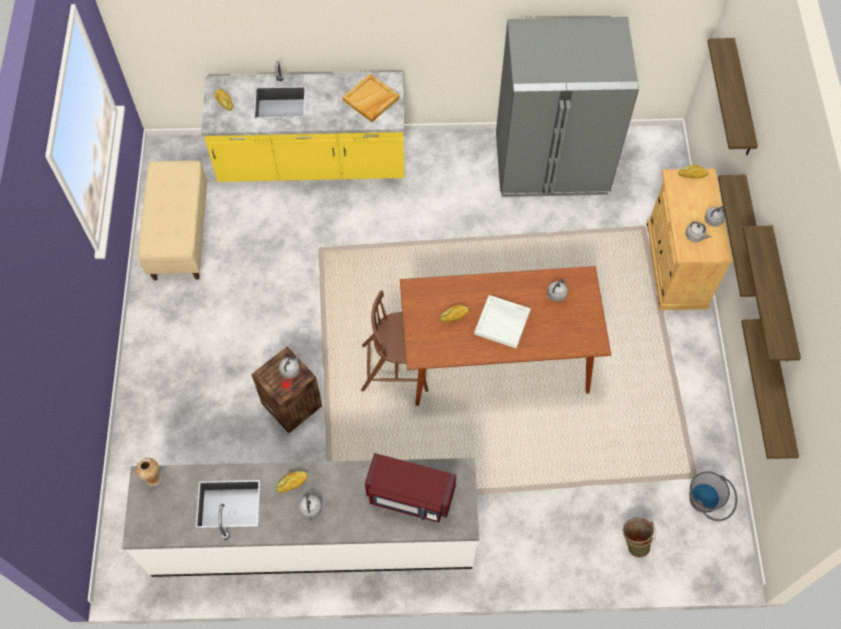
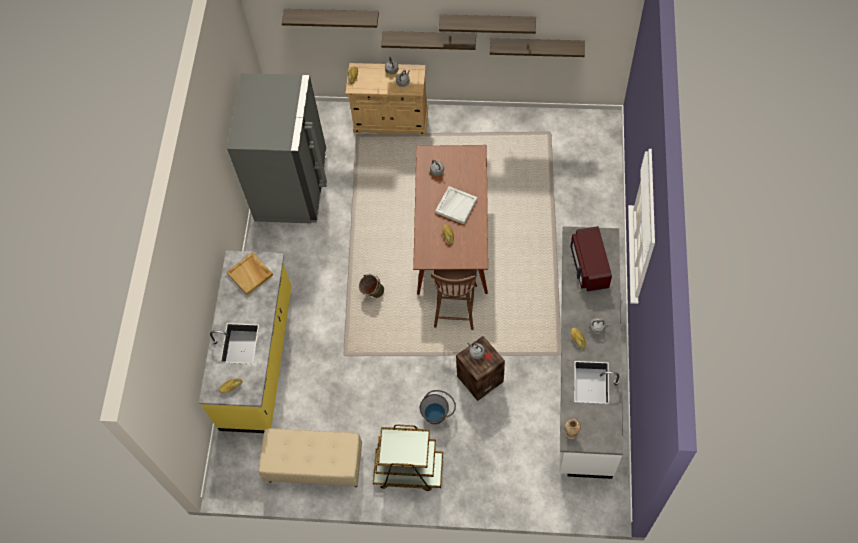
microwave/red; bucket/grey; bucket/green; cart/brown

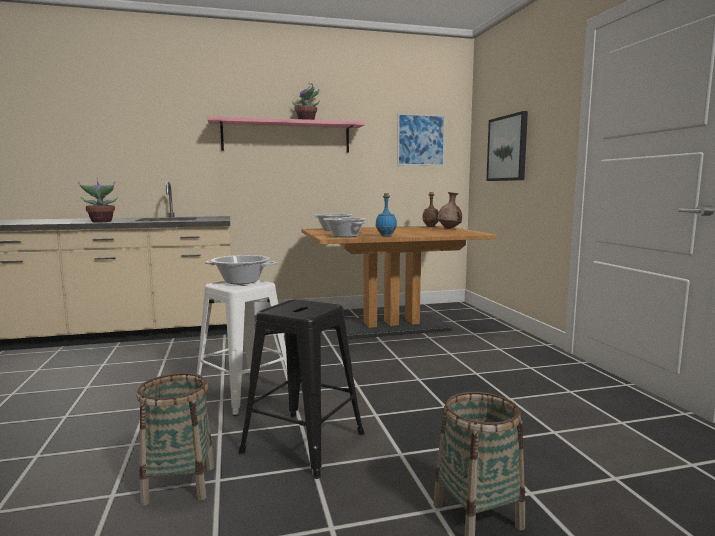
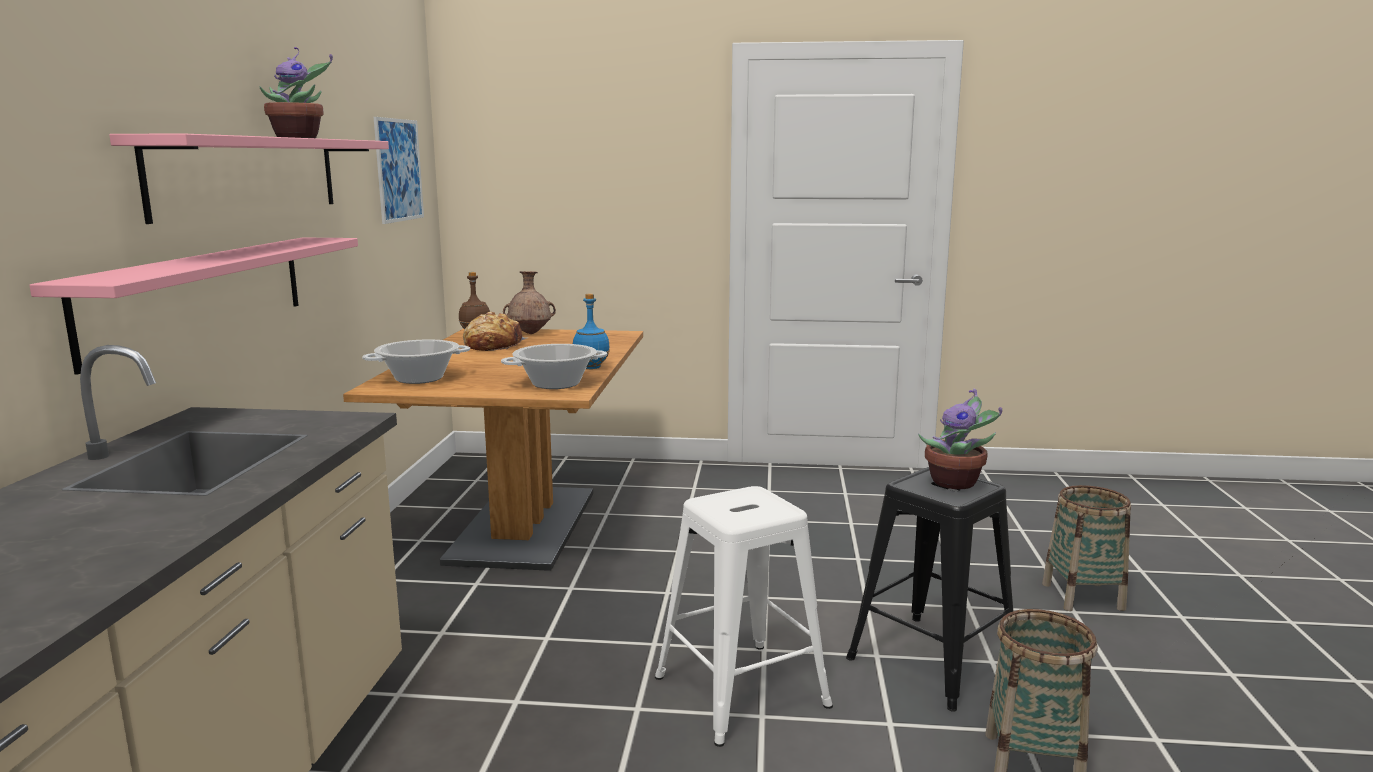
picture (no. 2 from left in the first image); potted plant (no. 2 from left); cooking pot (no. 1 from left in the first image); shelf/pink (no. 1 from left); bread

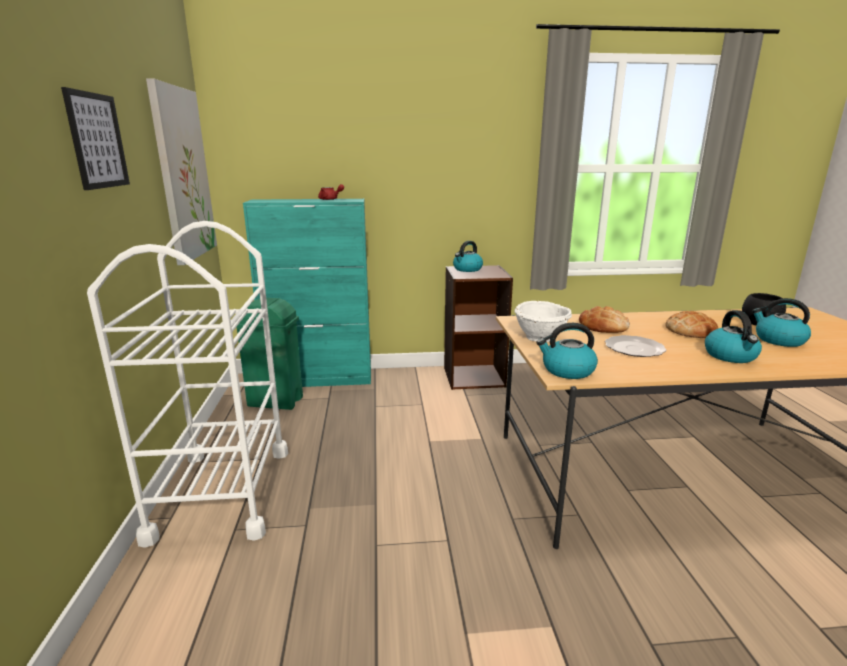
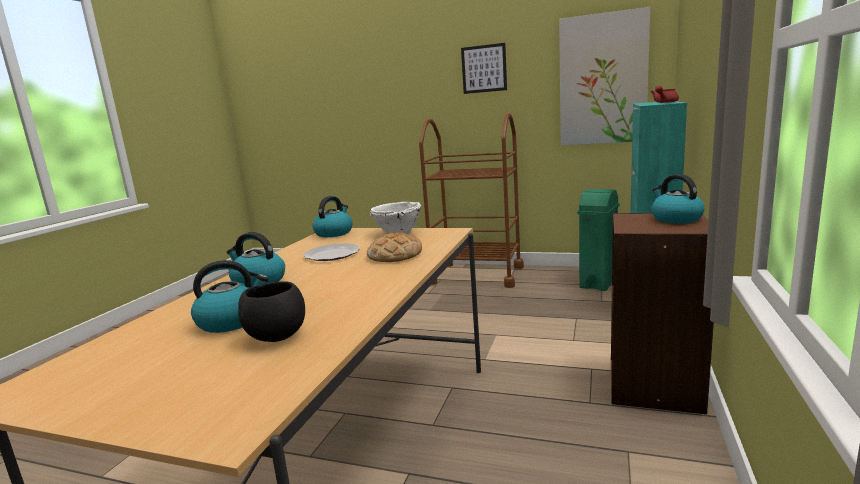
cart/brown; bread (no. 2 from left in the first image)

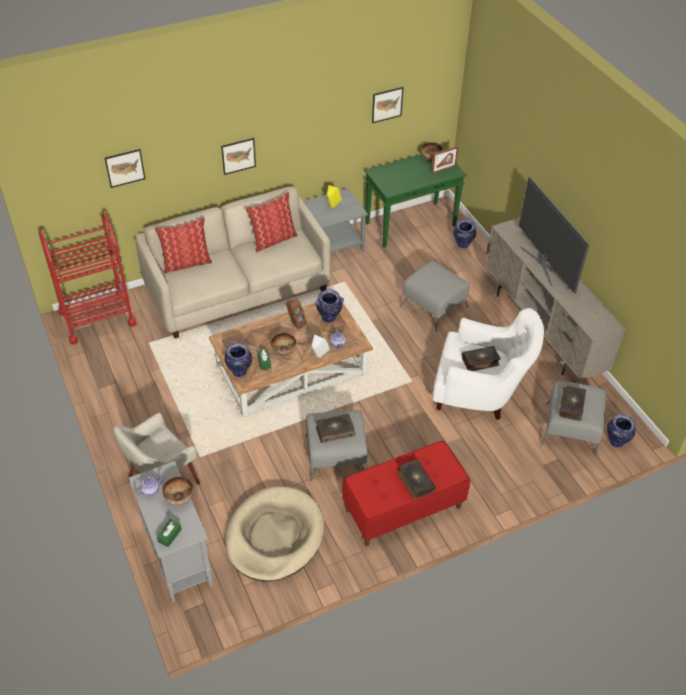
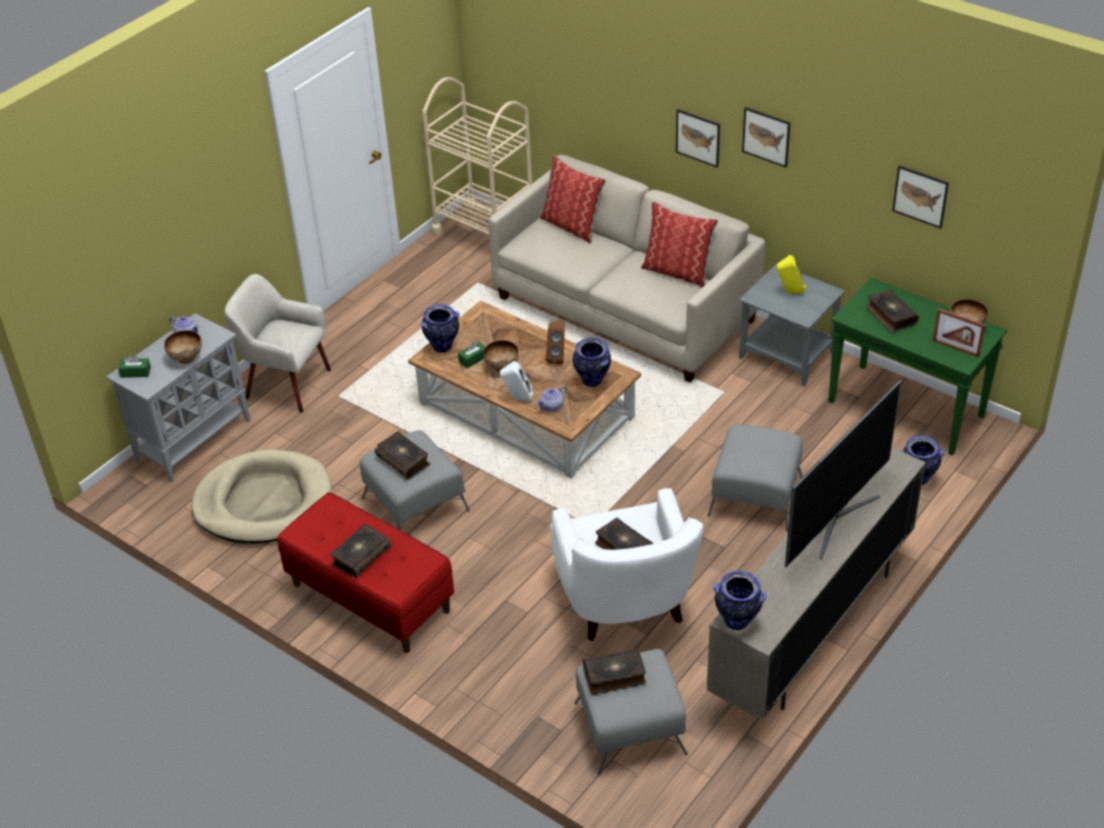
picture (no. 2 from left); cart/beige; vase (no. 3 from left); book (no. 5 from left)

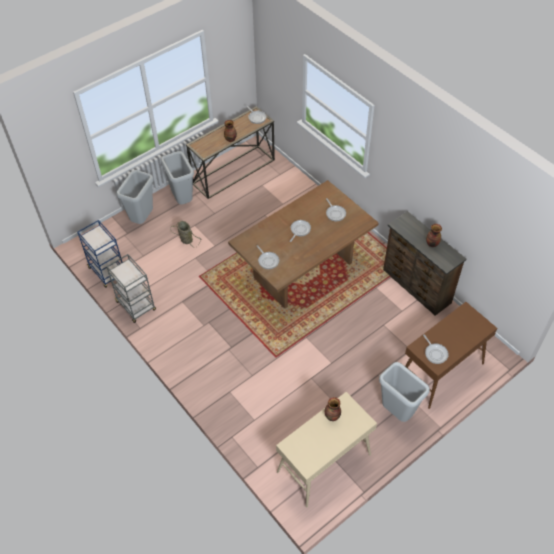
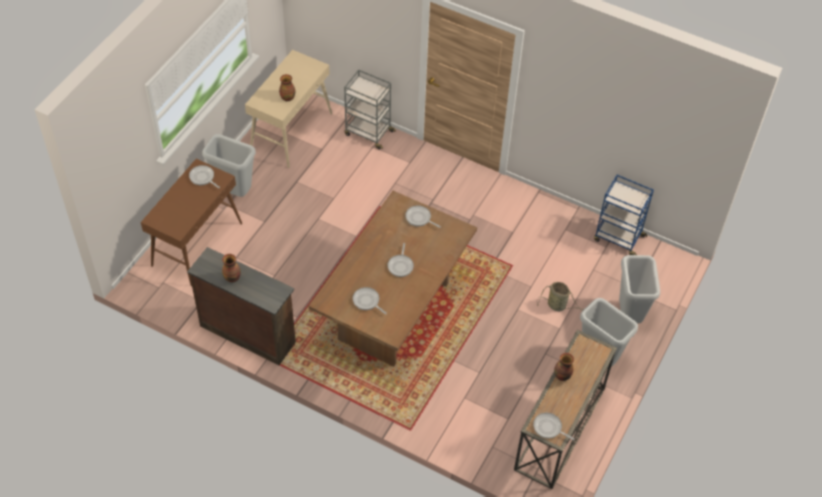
cart/grey

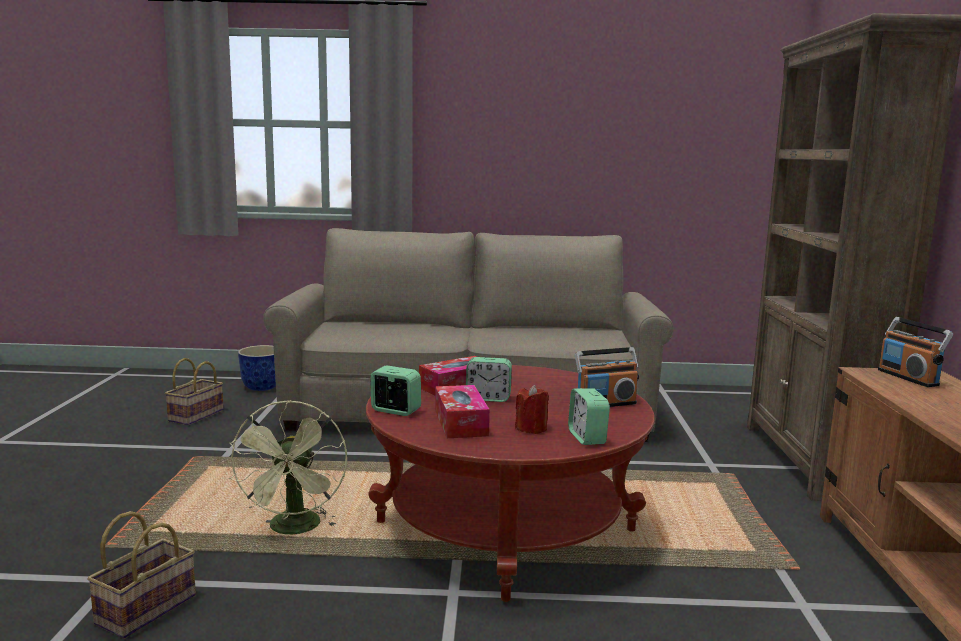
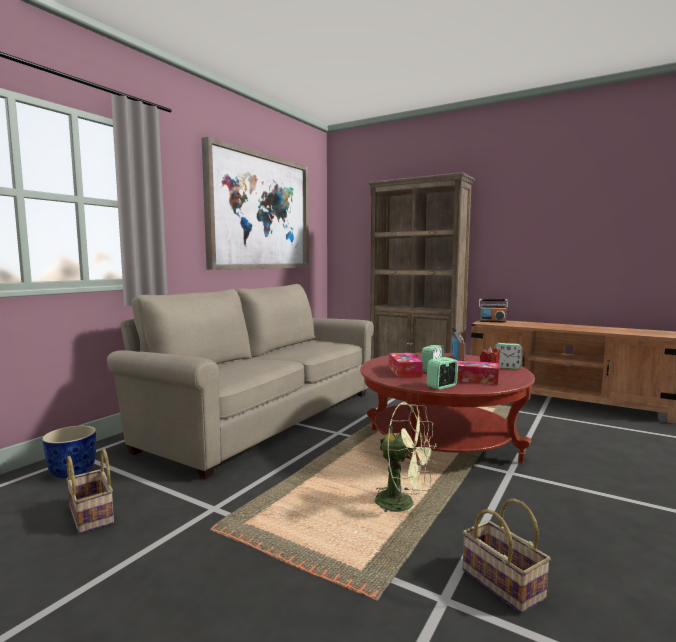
picture

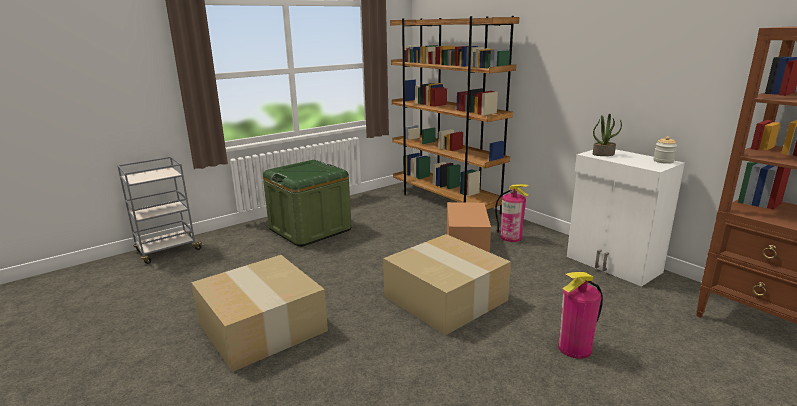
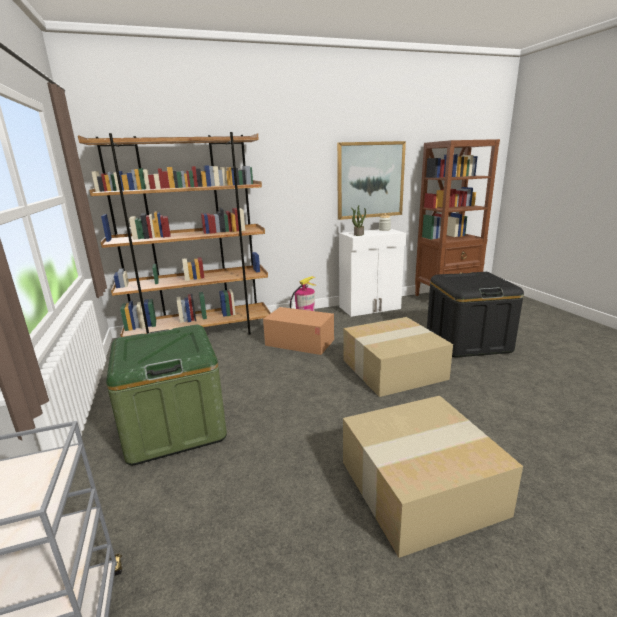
storage box/black; picture

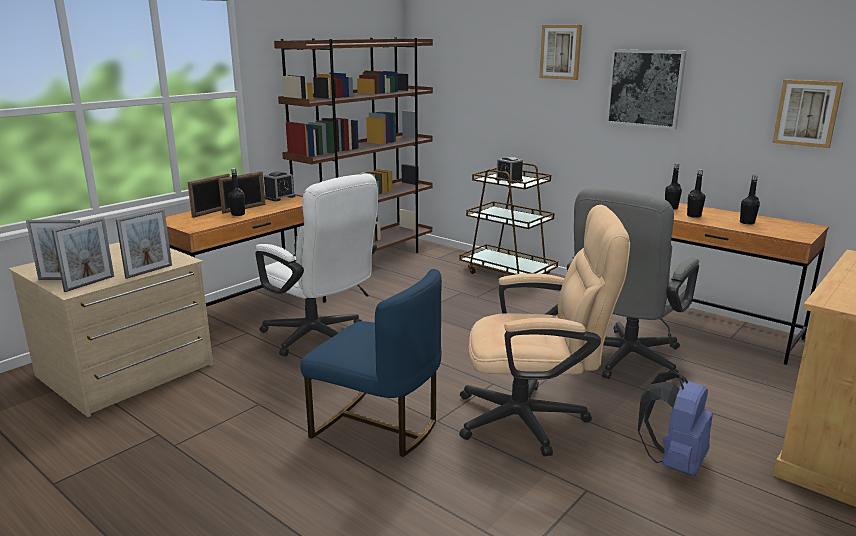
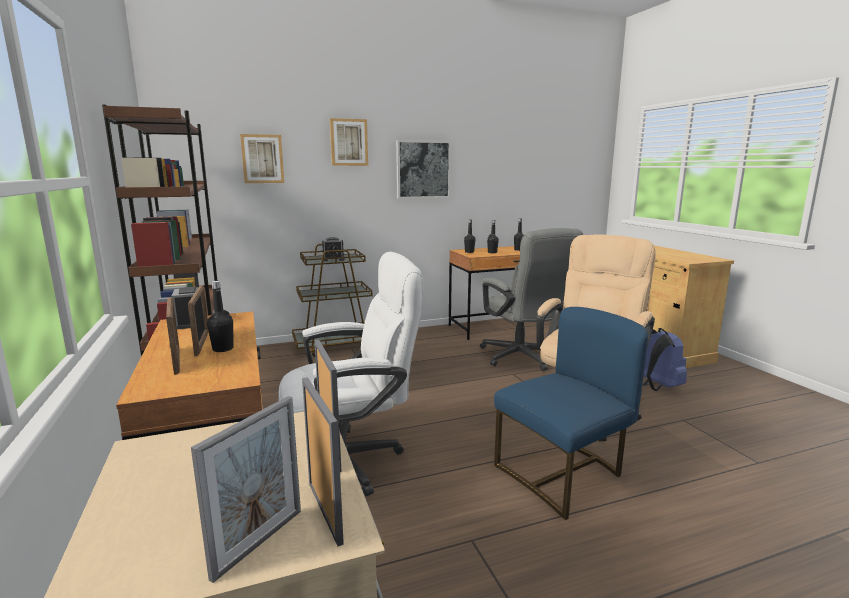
picture (no. 1 from left)

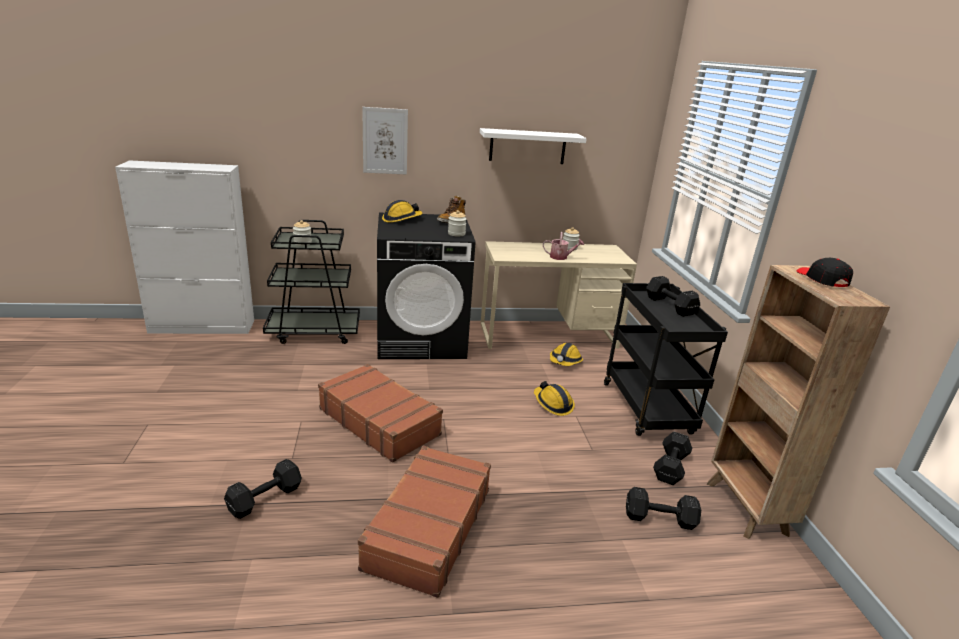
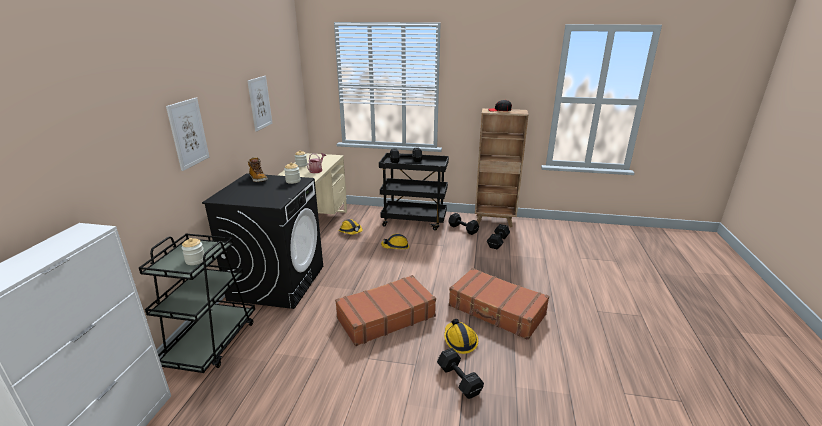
picture (no. 2 from left); hard hat (no. 3 from left)

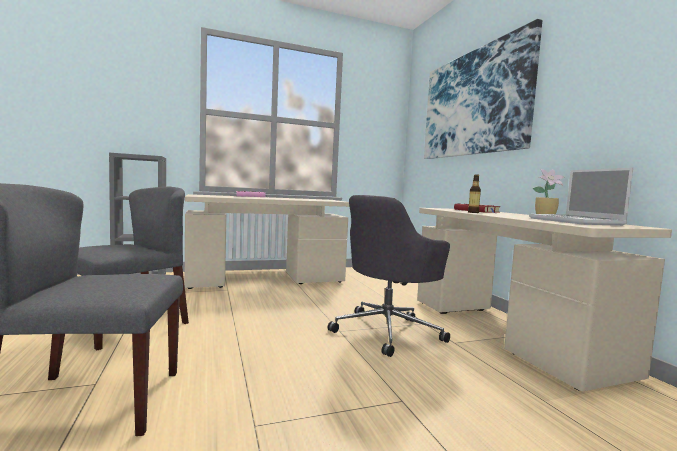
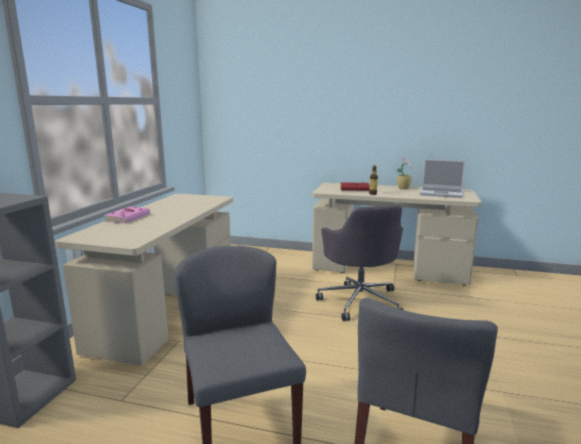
picture

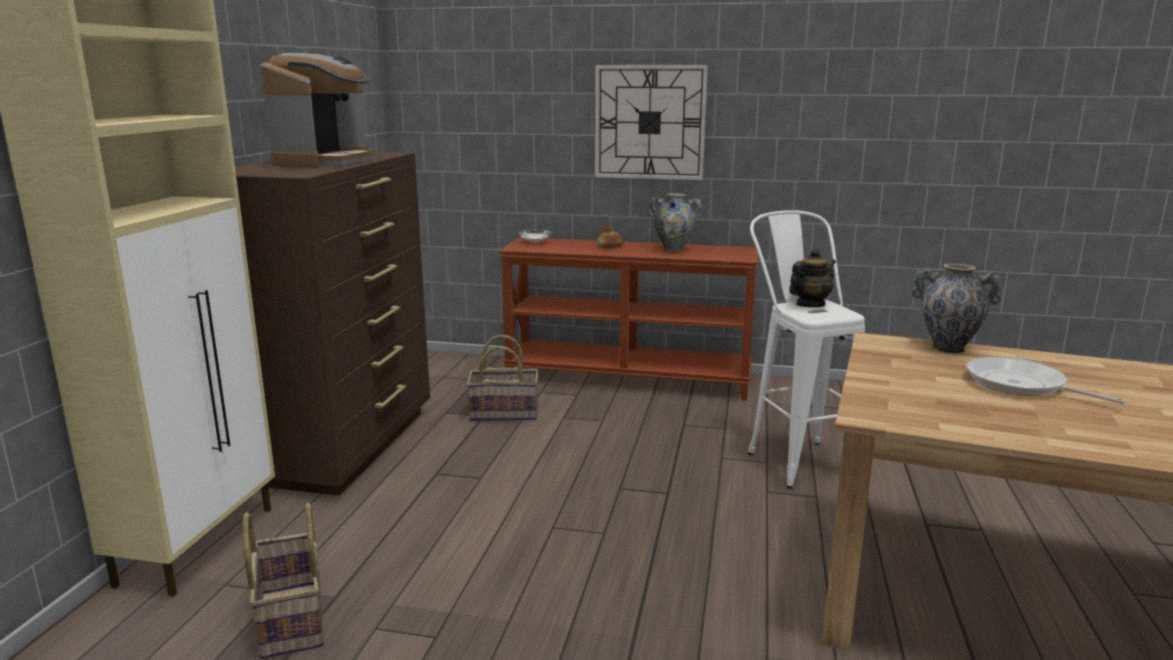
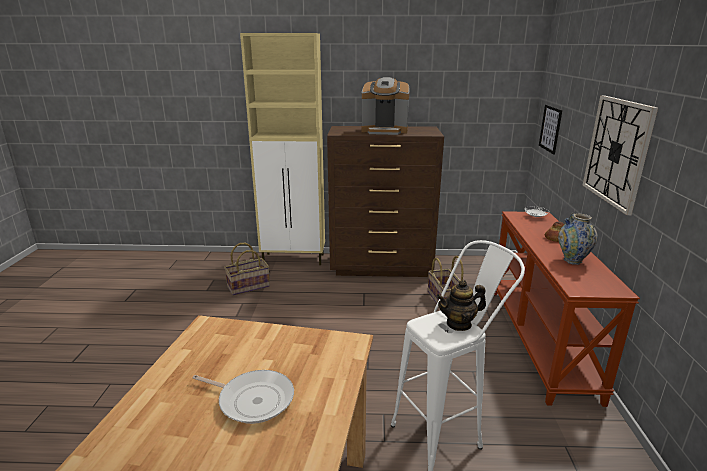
teapot; vase (no. 2 from left in the first image); frying pan; picture

